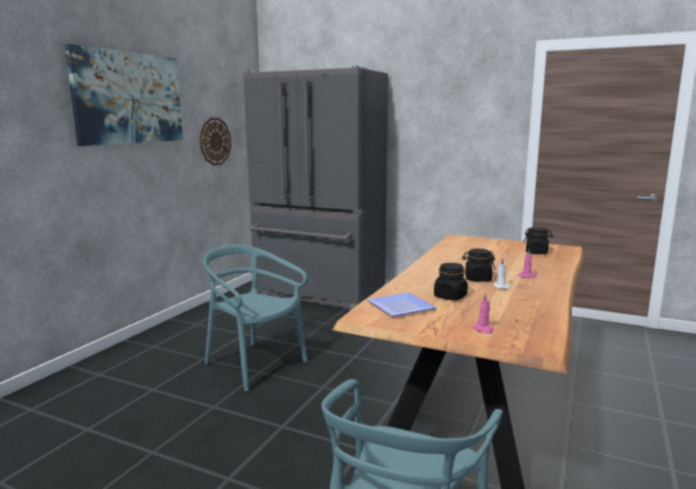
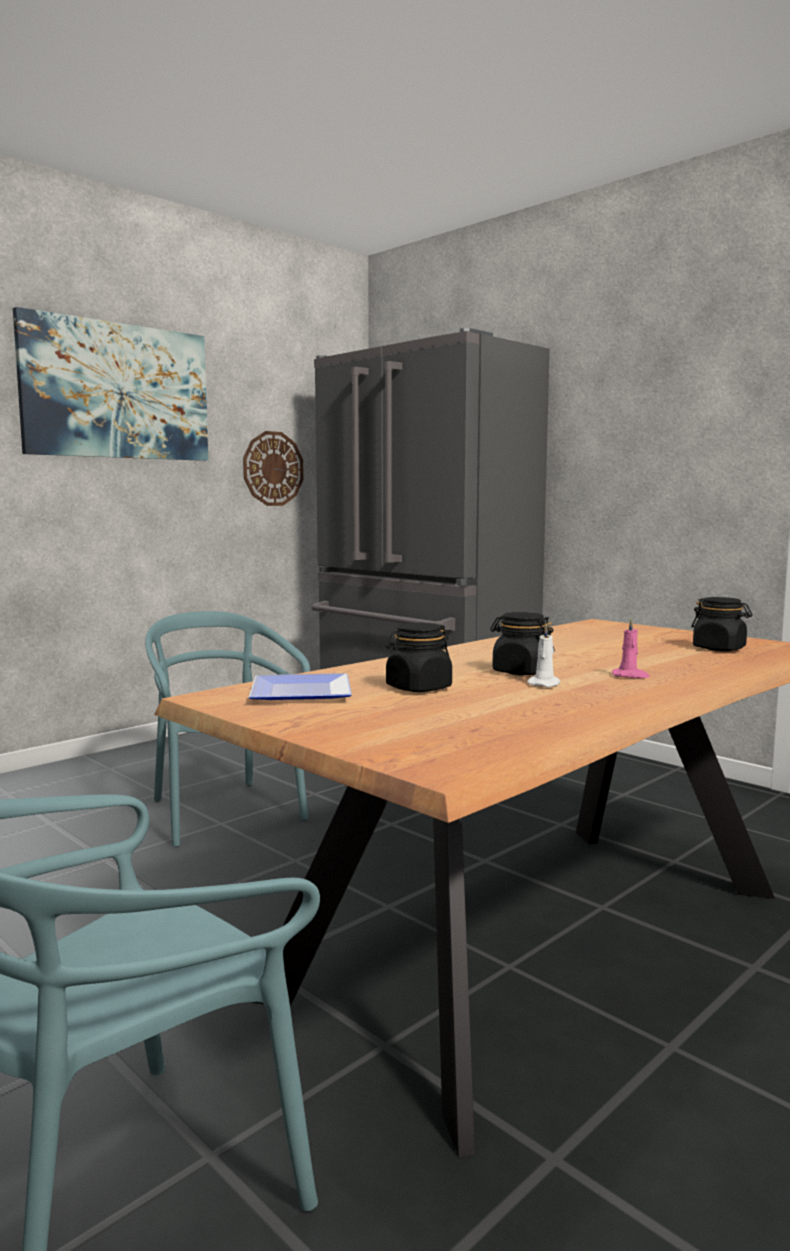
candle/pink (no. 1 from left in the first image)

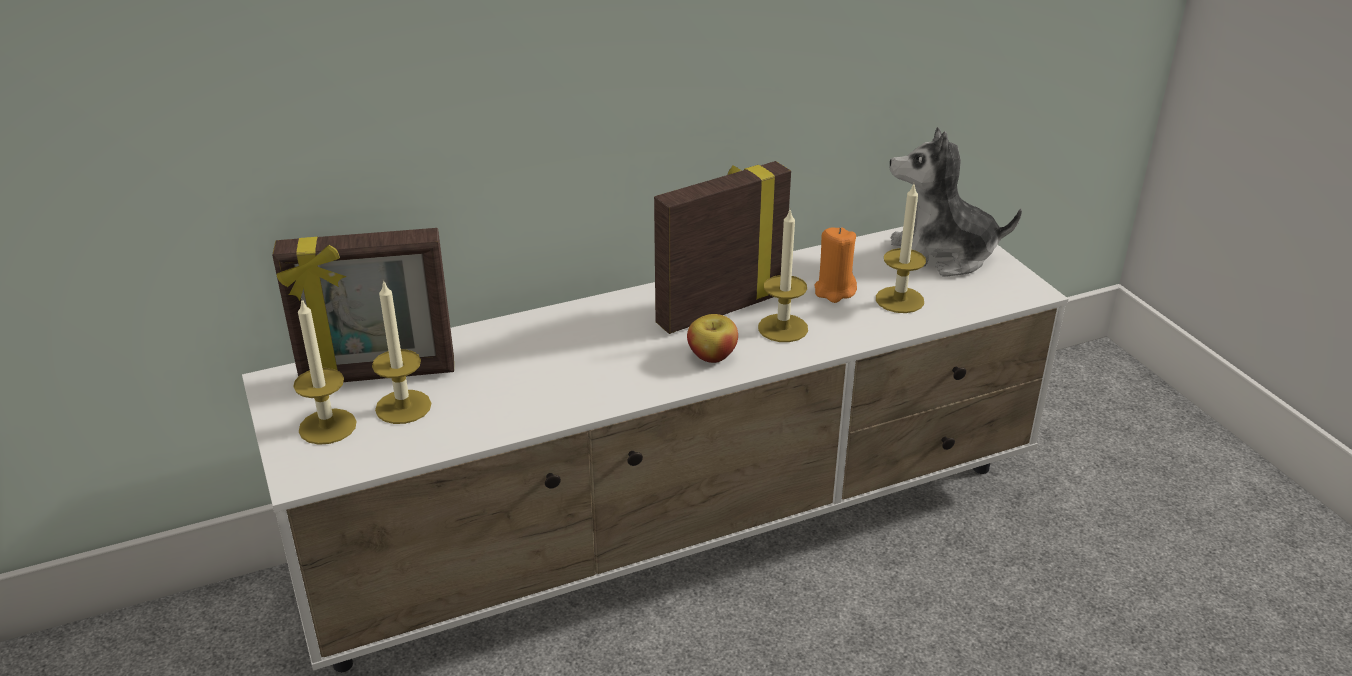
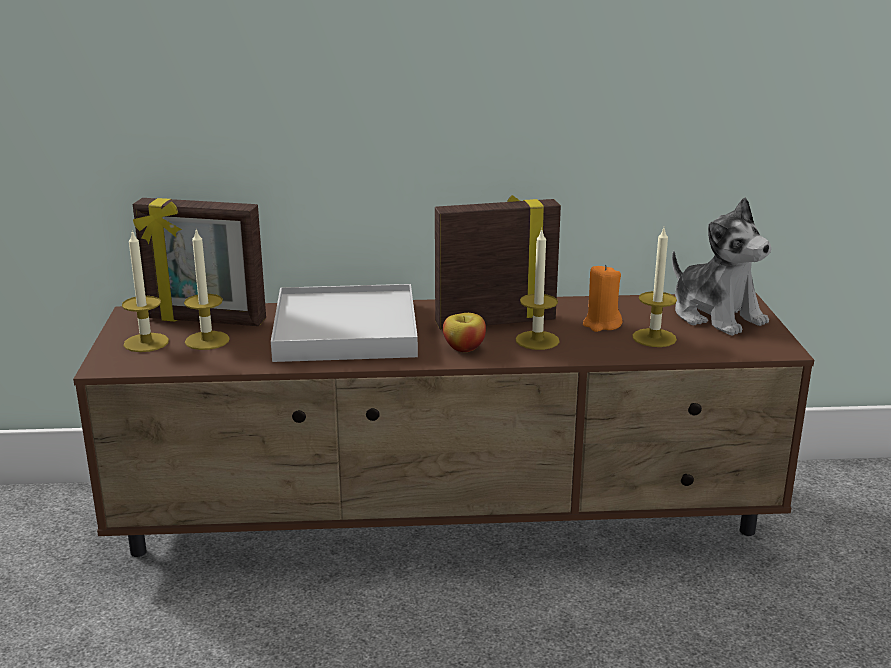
plush toy; tv stand/brown; tray/white

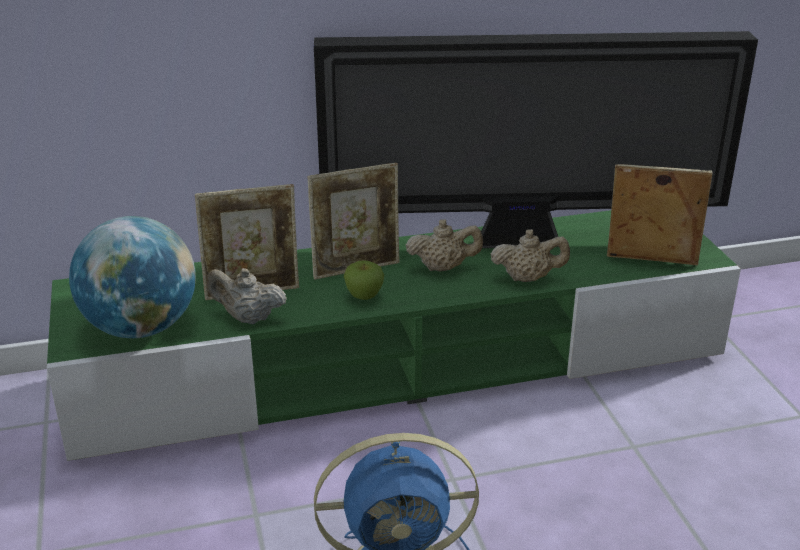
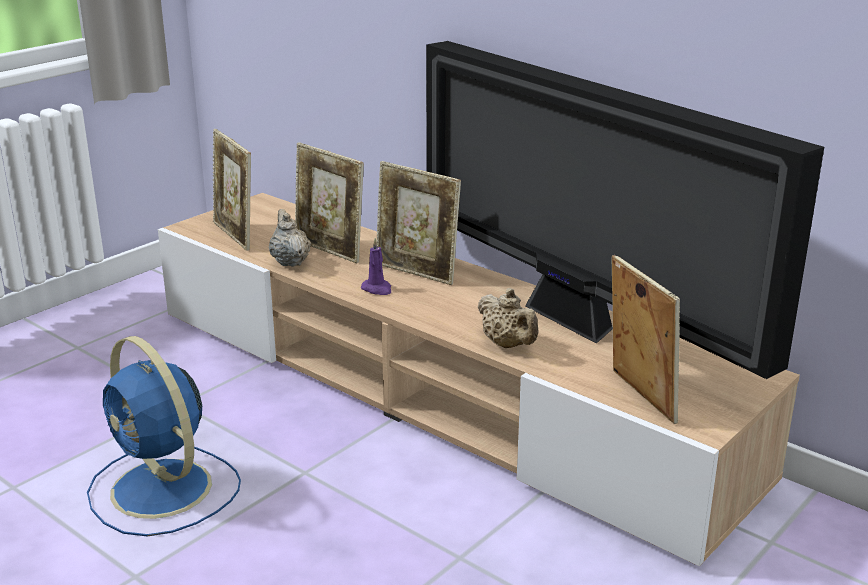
tv stand/beige; picture frame (no. 1 from left); teapot/beige (no. 2 from left in the first image); candle/purple

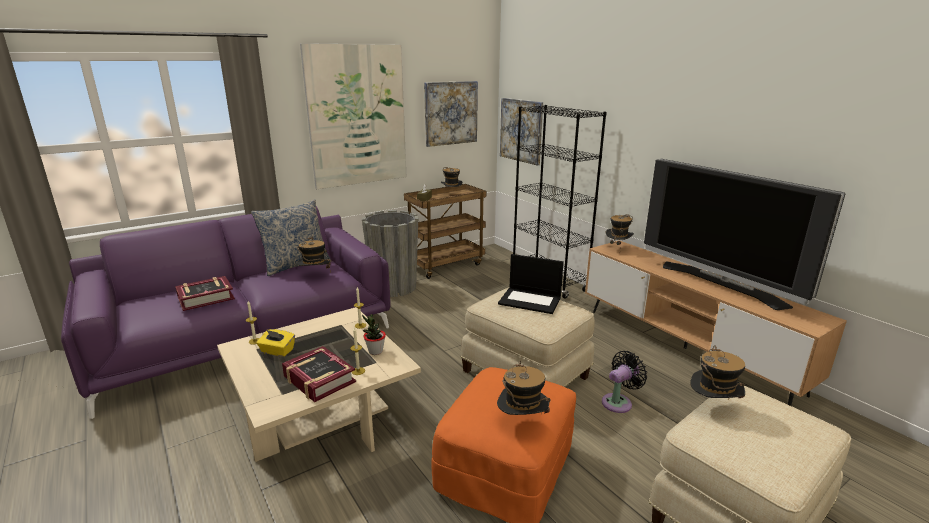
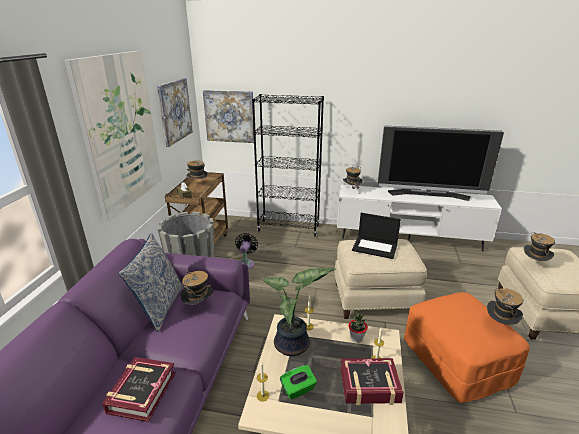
tv stand/white; laptop; tissue box/green; fan/black; potted plant (no. 1 from left)

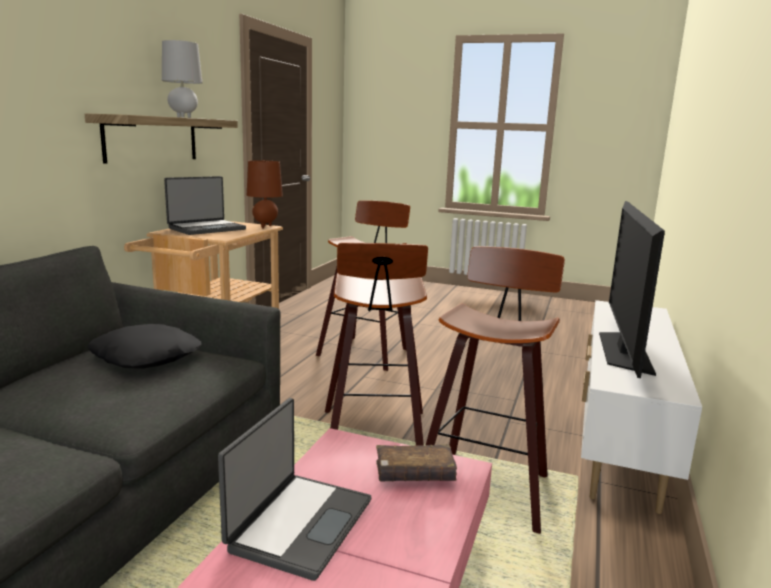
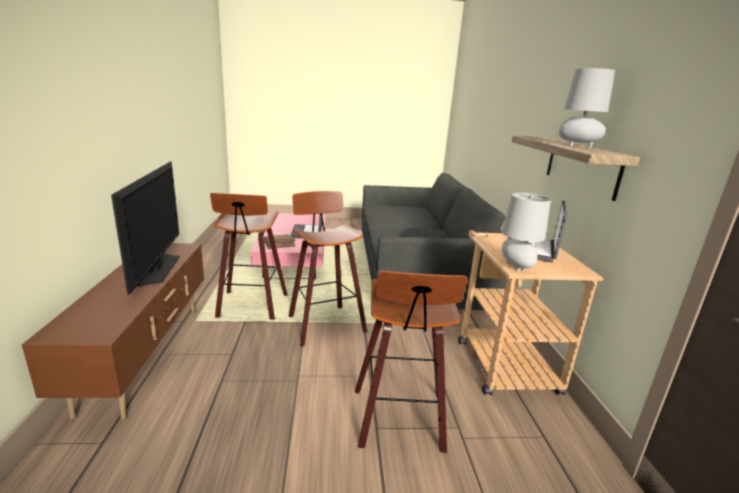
table lamp/grey (no. 1 from left); tv stand/brown

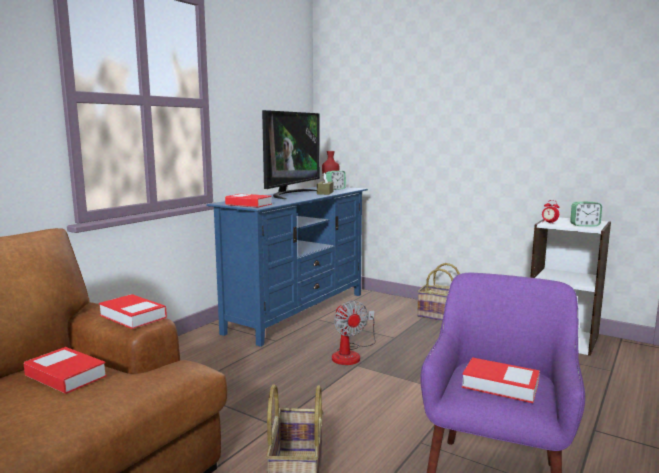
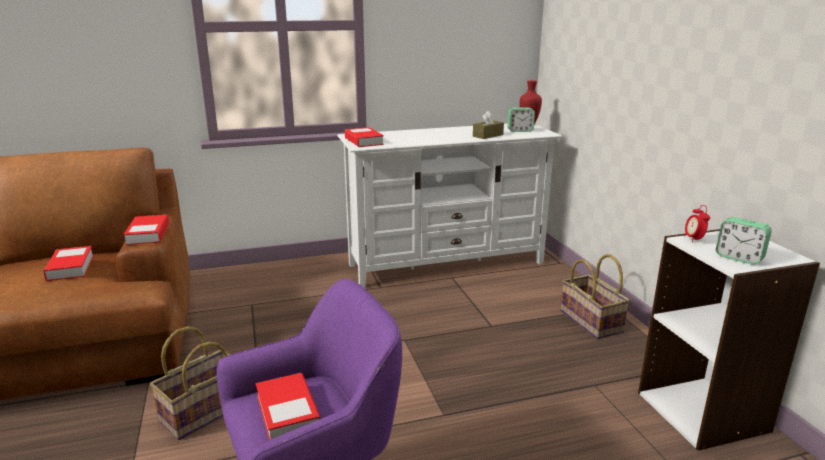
television; tv stand/white; fan

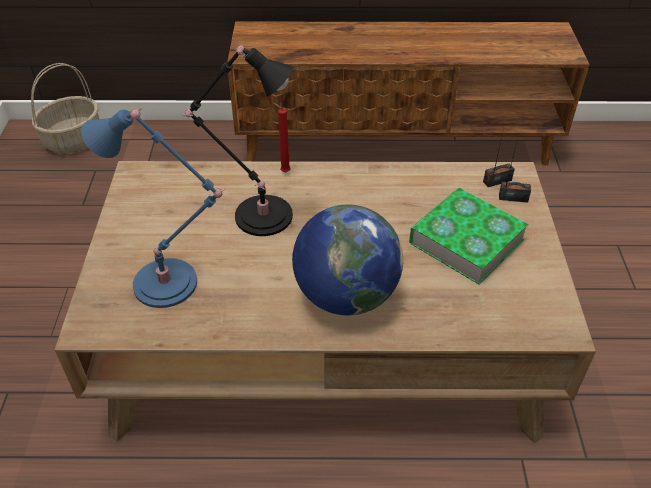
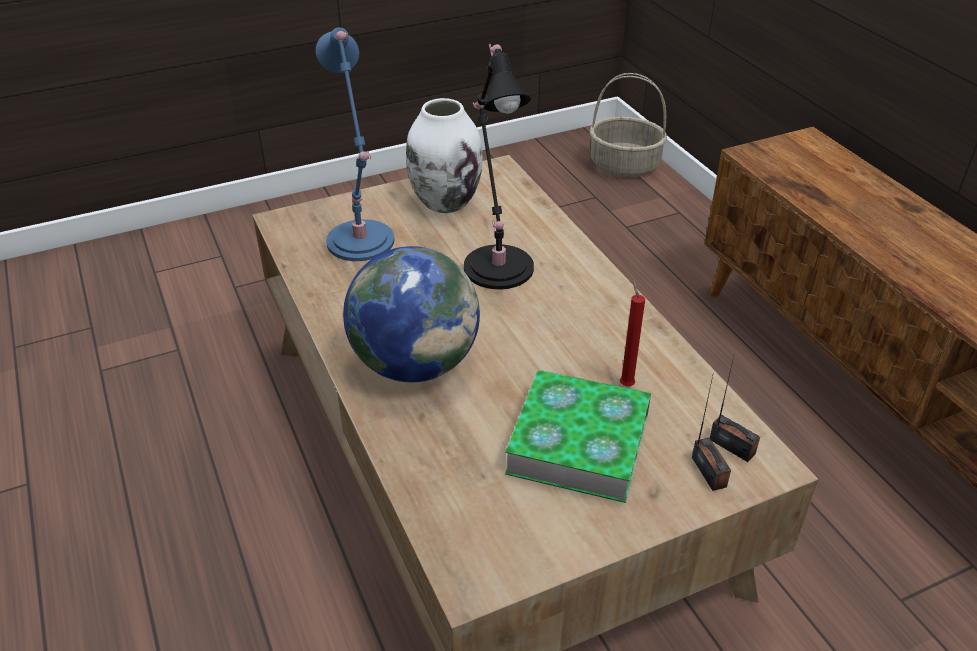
candle/red; vase/white

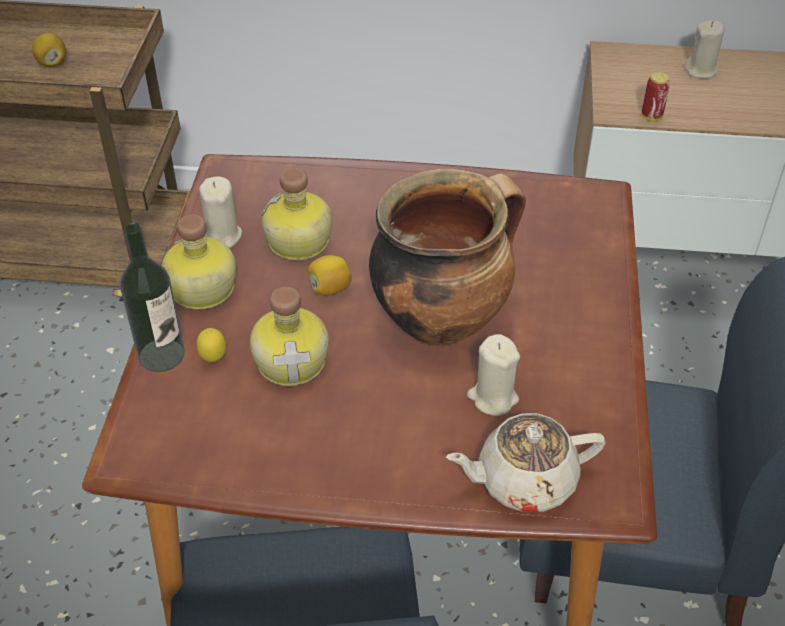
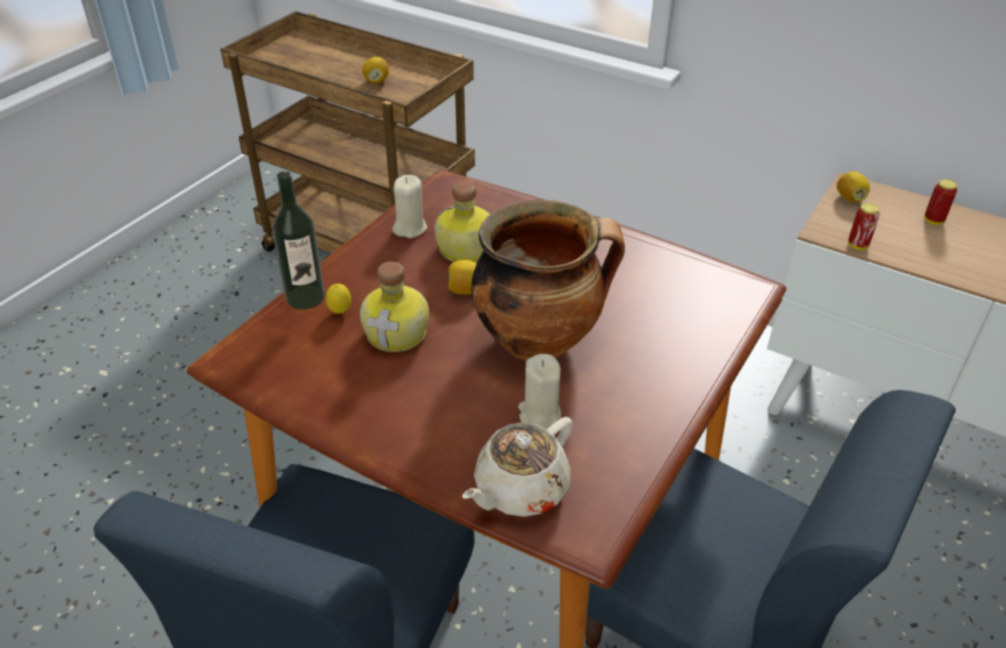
can (no. 2 from left); bottle (no. 2 from left in the first image); teapot/beige; lemon (no. 4 from left)

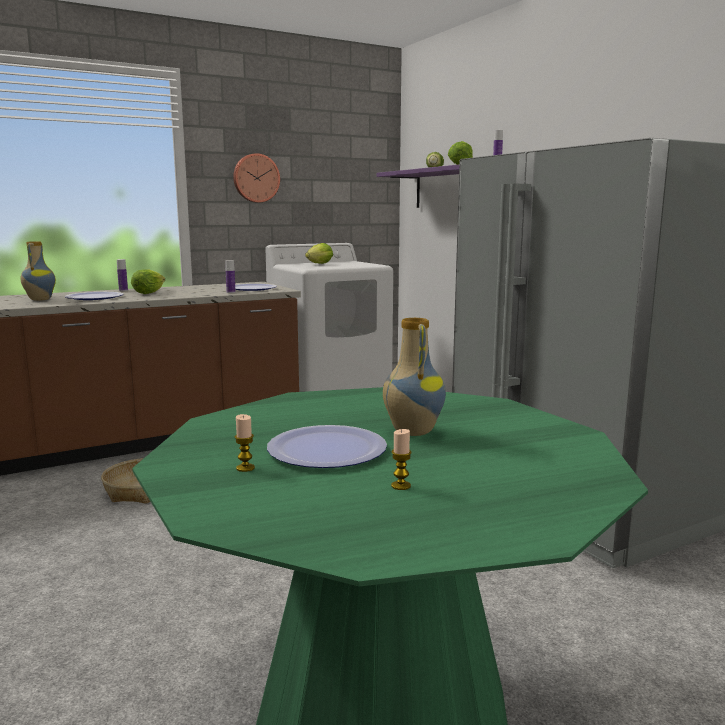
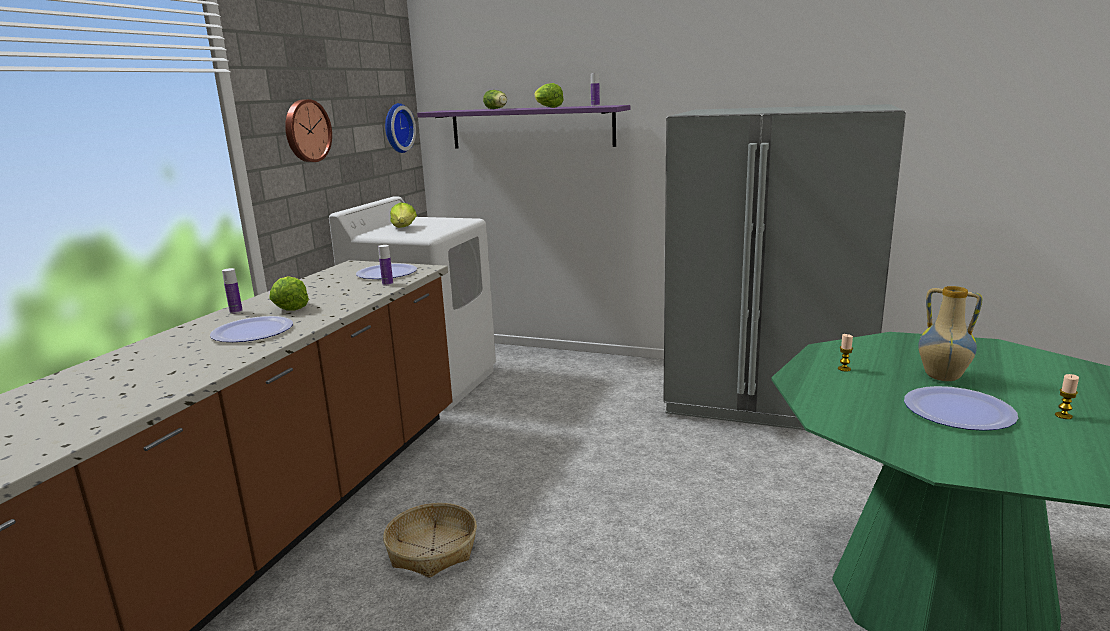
vase (no. 1 from left in the first image); candle (no. 1 from left); wall clock (no. 2 from left)

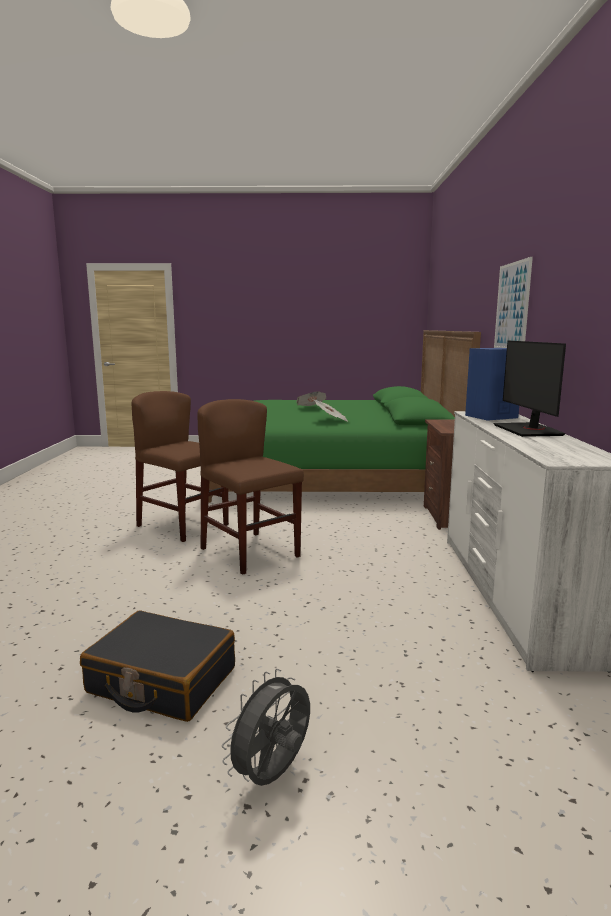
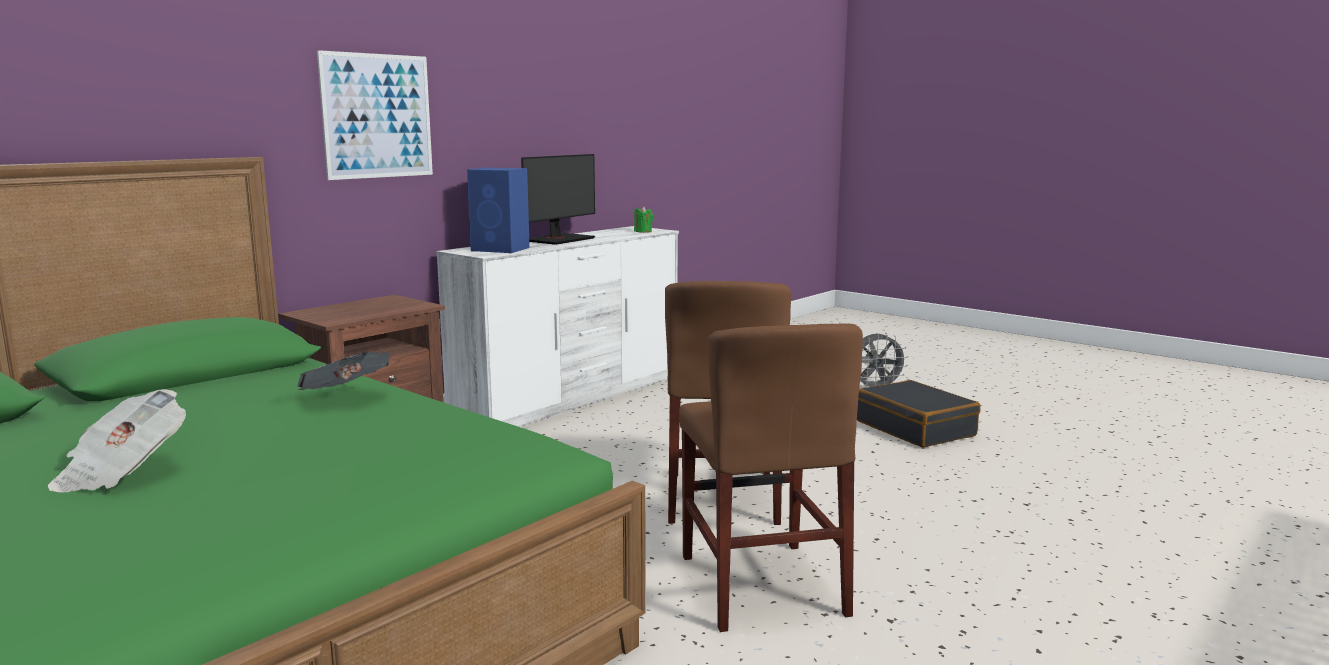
candle/green

